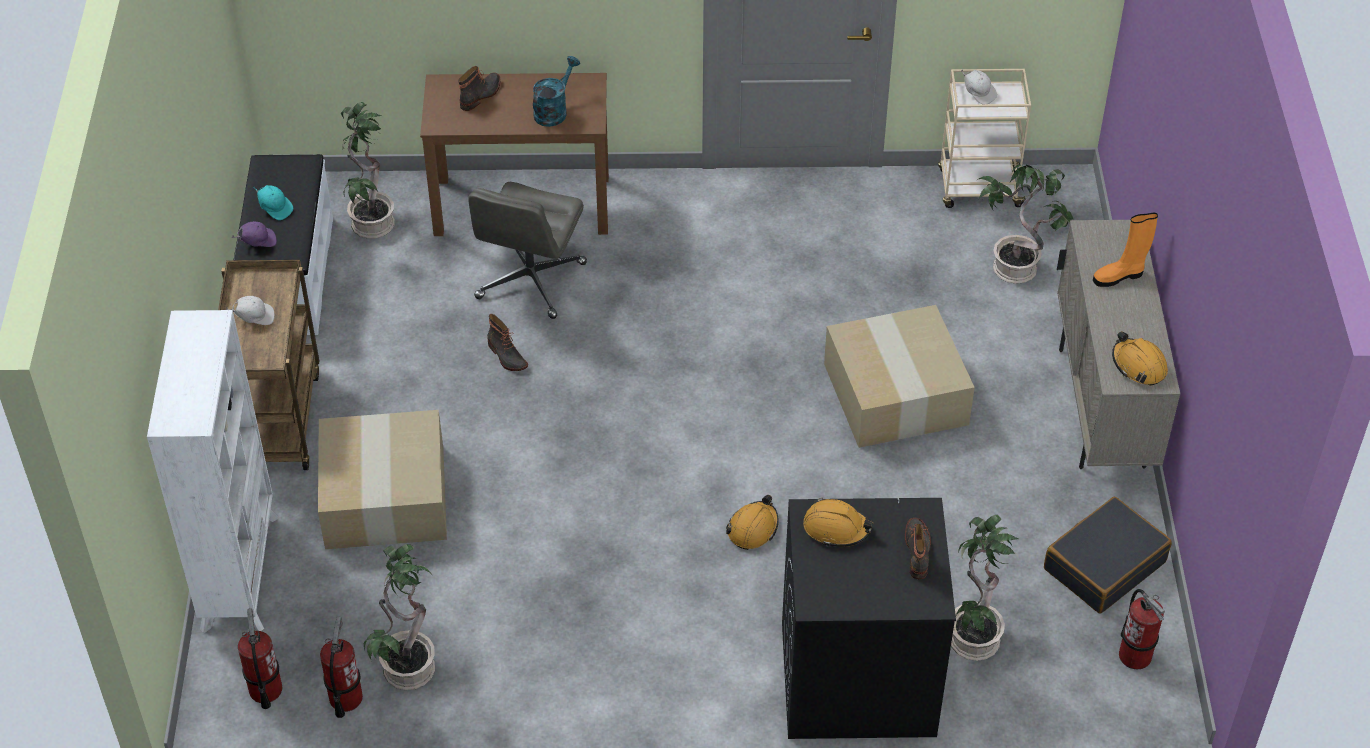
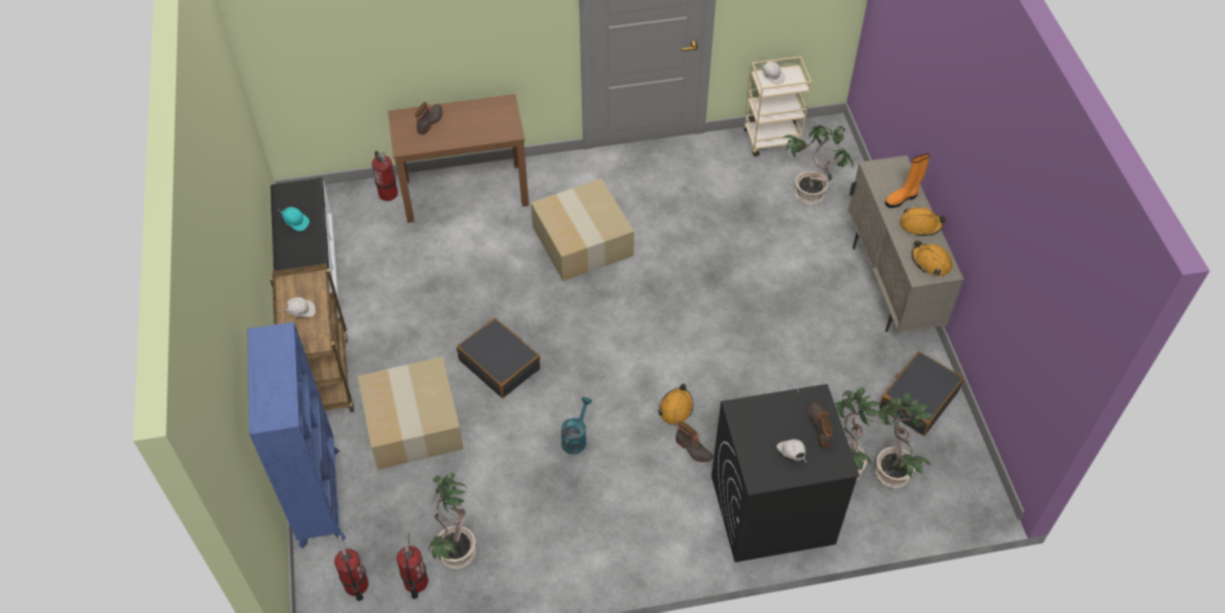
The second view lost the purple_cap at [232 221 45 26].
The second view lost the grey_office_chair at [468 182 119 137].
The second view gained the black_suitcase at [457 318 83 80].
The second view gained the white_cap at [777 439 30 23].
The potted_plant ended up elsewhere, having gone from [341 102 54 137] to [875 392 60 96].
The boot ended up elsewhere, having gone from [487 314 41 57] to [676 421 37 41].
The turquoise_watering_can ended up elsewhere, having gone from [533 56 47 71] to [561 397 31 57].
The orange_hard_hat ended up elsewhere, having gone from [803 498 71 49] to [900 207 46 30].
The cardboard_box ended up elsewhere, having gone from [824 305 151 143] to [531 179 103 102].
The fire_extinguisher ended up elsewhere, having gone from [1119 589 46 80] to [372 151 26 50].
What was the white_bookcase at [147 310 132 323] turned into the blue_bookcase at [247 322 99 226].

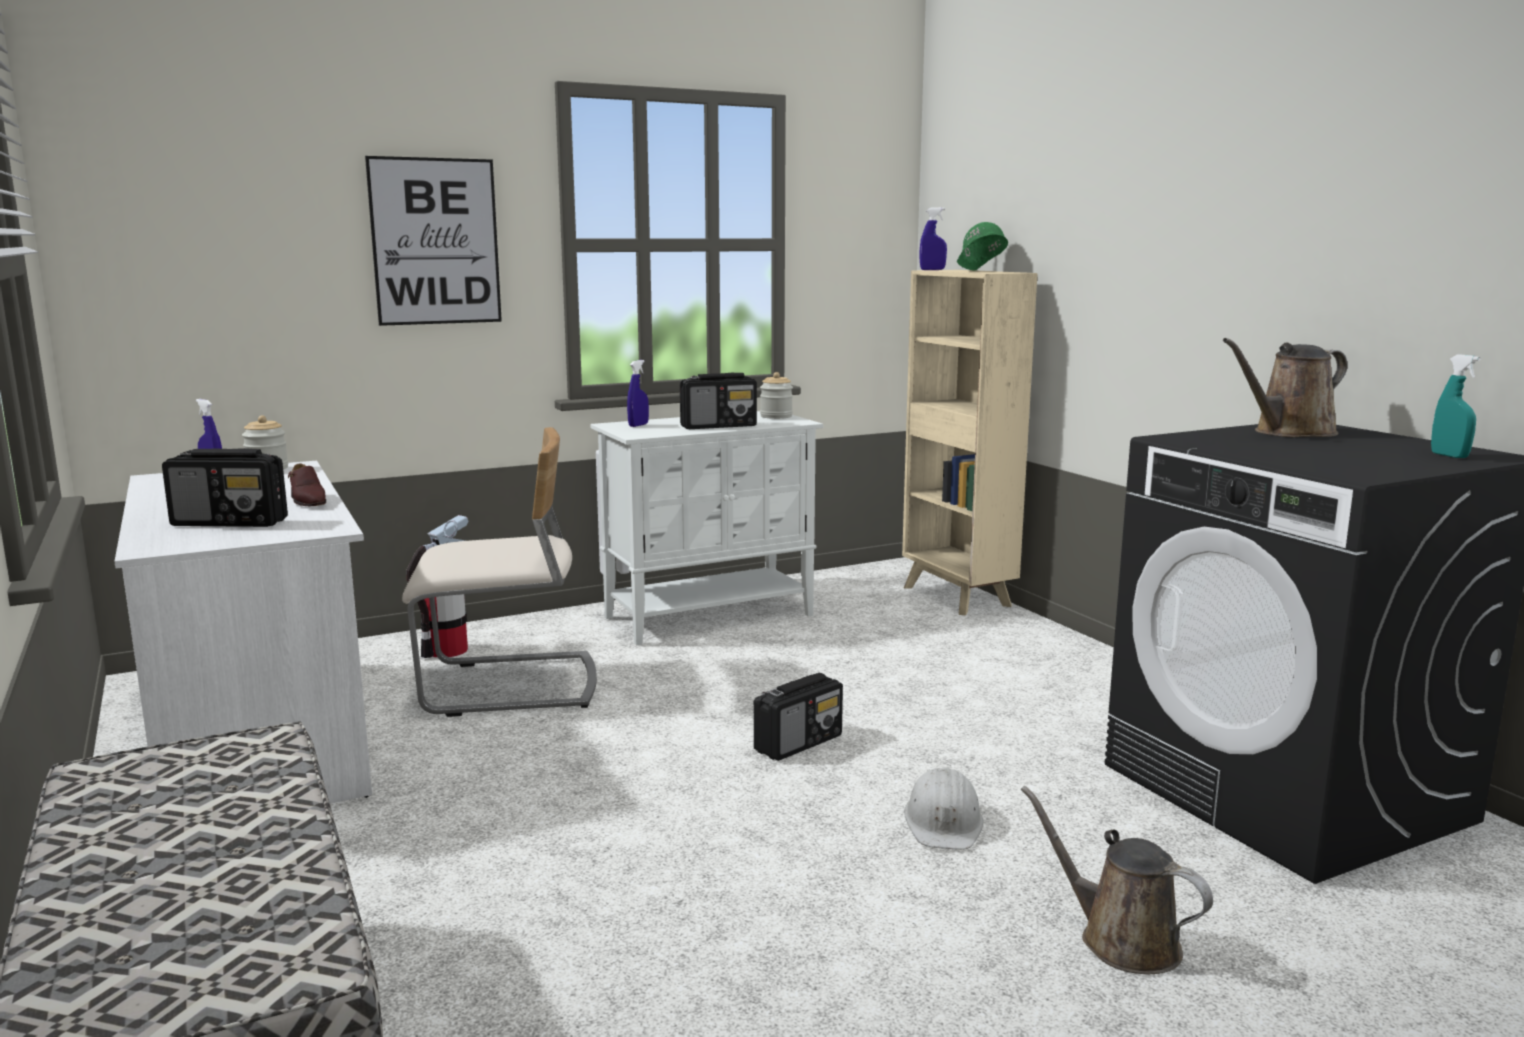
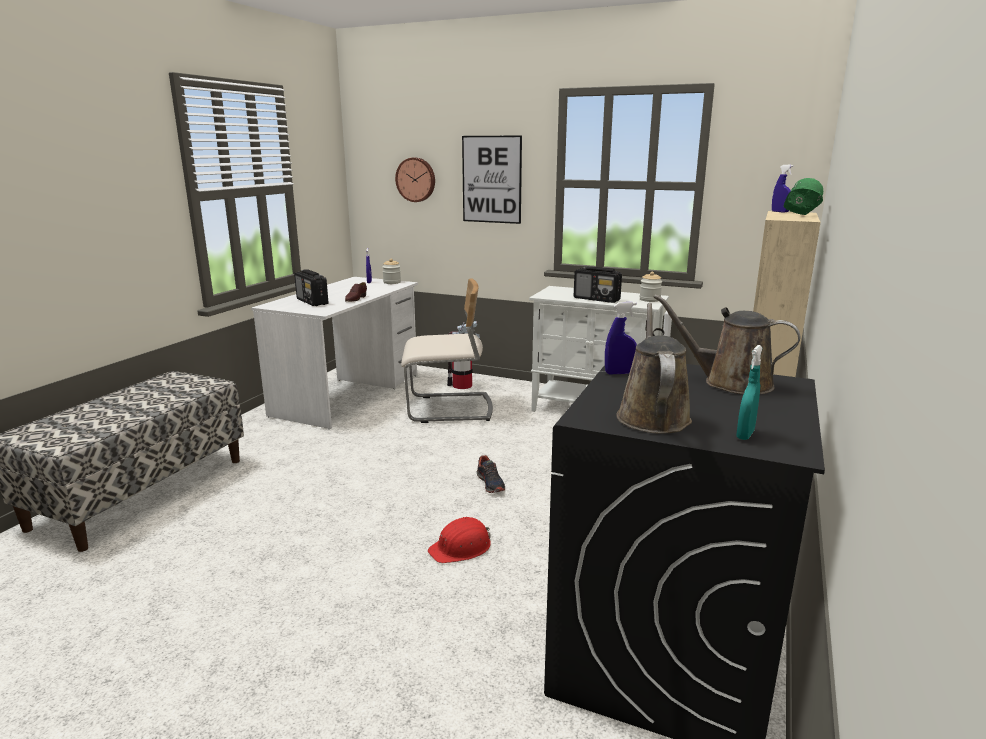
The second view gained the wall_clock at [395 158 40 44].
The blue_spray_bottle ended up elsewhere, having gone from [627 360 22 67] to [605 302 32 72].
The brown_watering_can ended up elsewhere, having gone from [1021 786 192 188] to [616 303 76 131].
Where the radio stood at [754 673 89 88], the shoe came to stand at [477 455 28 38].
What was the white_hard_hat at [904 767 79 83] turned into the red_hard_hat at [428 517 63 46].
The beige_chair at [402 427 195 290] ended up facing another way, 45 degrees counterclockwise from before.

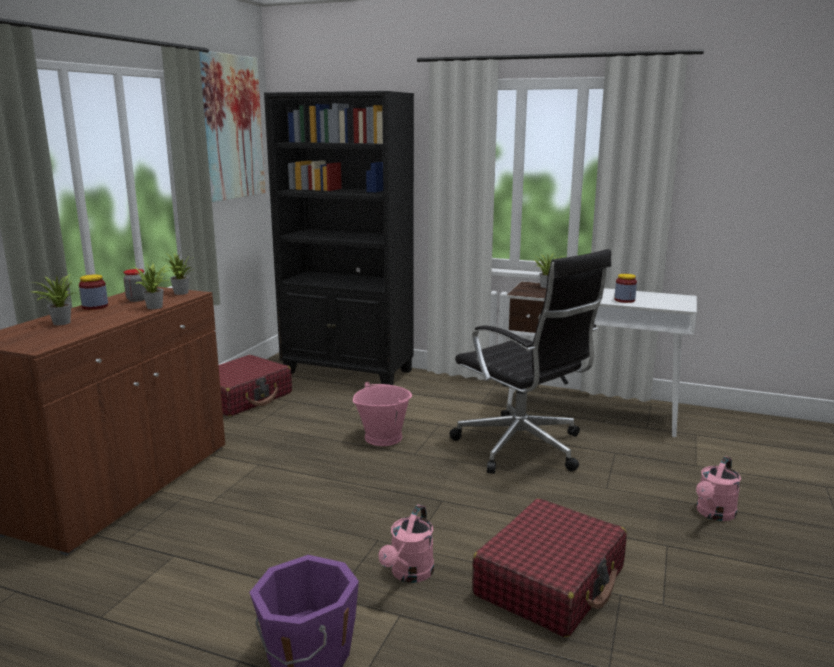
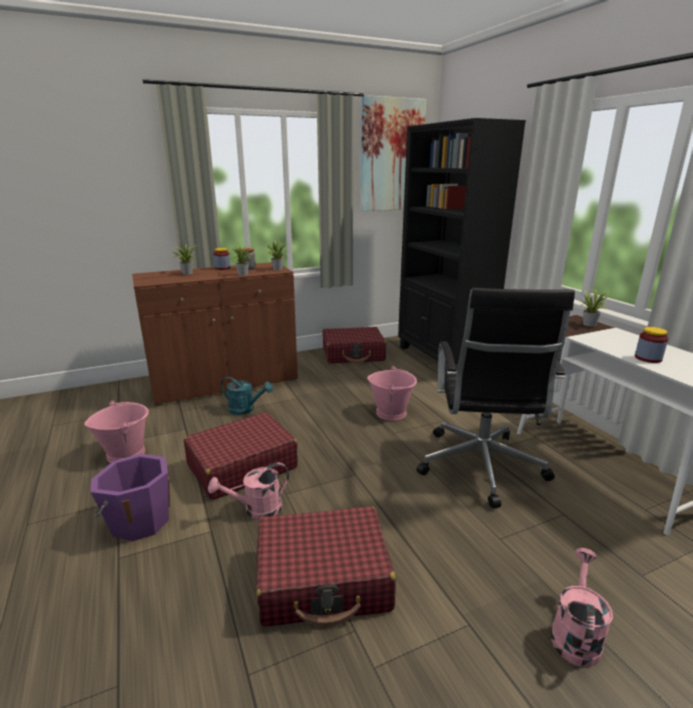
The second view gained the pink_bucket at [85 401 64 62].
The second view gained the red_suitcase at [184 412 114 88].
The second view gained the turquoise_watering_can at [221 377 52 38].
The pink_watering_can at [696 456 45 65] ended up facing another way, 120 degrees clockwise from before.

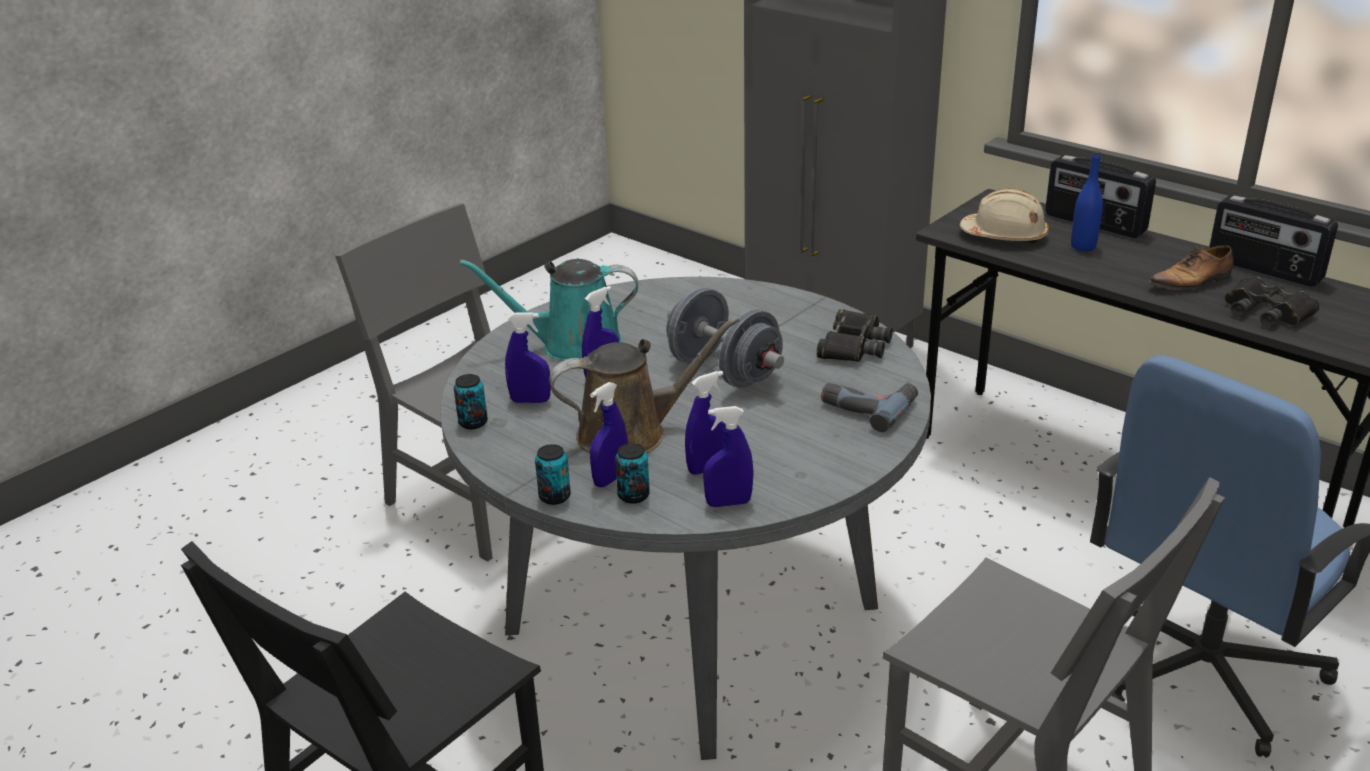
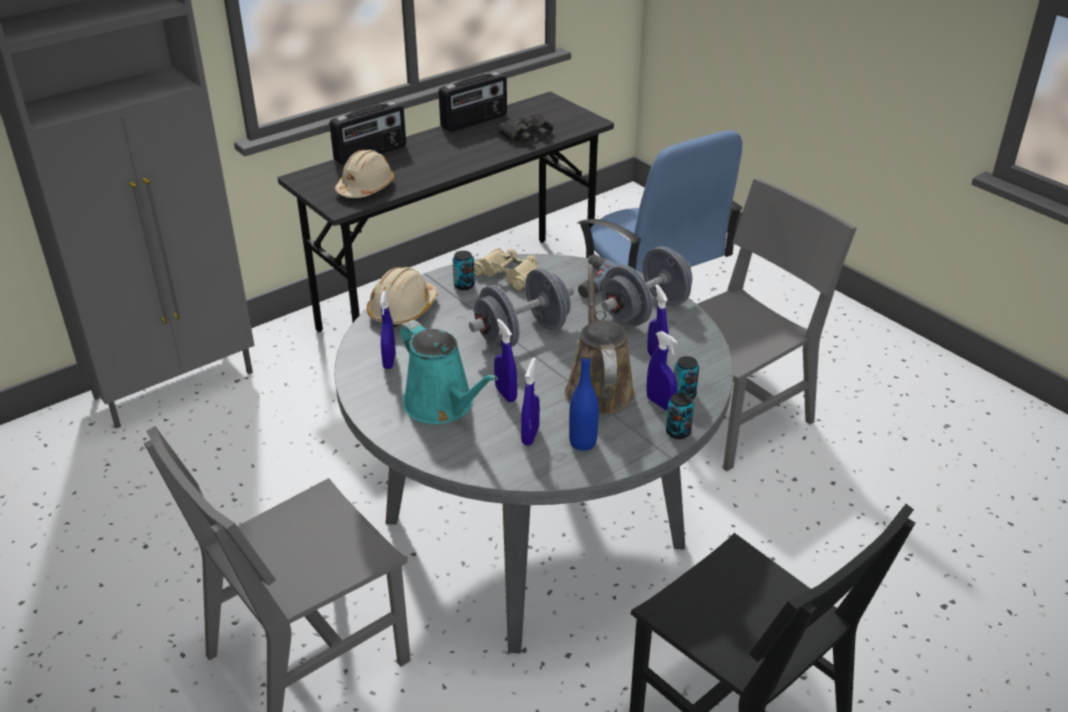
The second view lost the shoe at [1149 245 85 46].
The second view gained the beige_hard_hat at [367 267 71 60].
The second view gained the grey_dumbbell at [601 246 91 80].
The can ended up elsewhere, having gone from [454 374 34 55] to [453 251 22 39].
The blue_spray_bottle ended up elsewhere, having gone from [703 406 51 101] to [380 291 16 78].
The blue_bottle ended up elsewhere, having gone from [1071 151 32 100] to [569 353 30 98].
What was the black_binoculars at [816 309 77 53] turned into the beige_binoculars at [474 248 64 43].
The turquoise_watering_can at [459 259 179 101] ended up facing another way, 45 degrees counterclockwise from before.

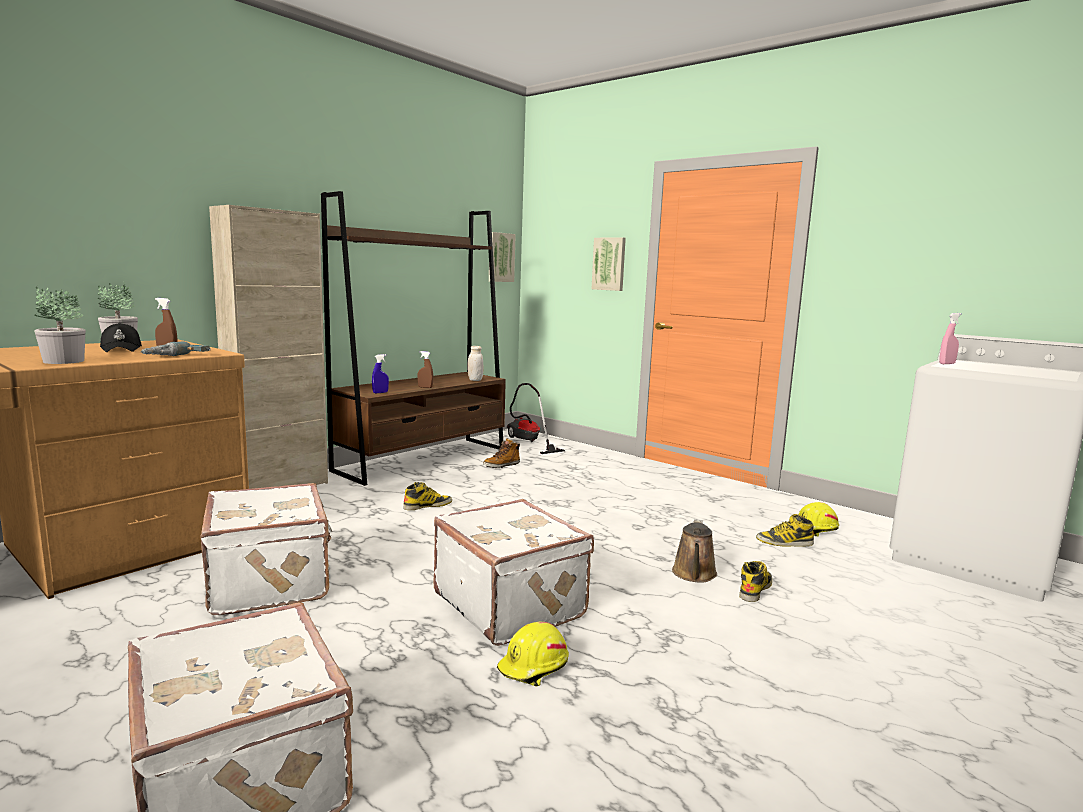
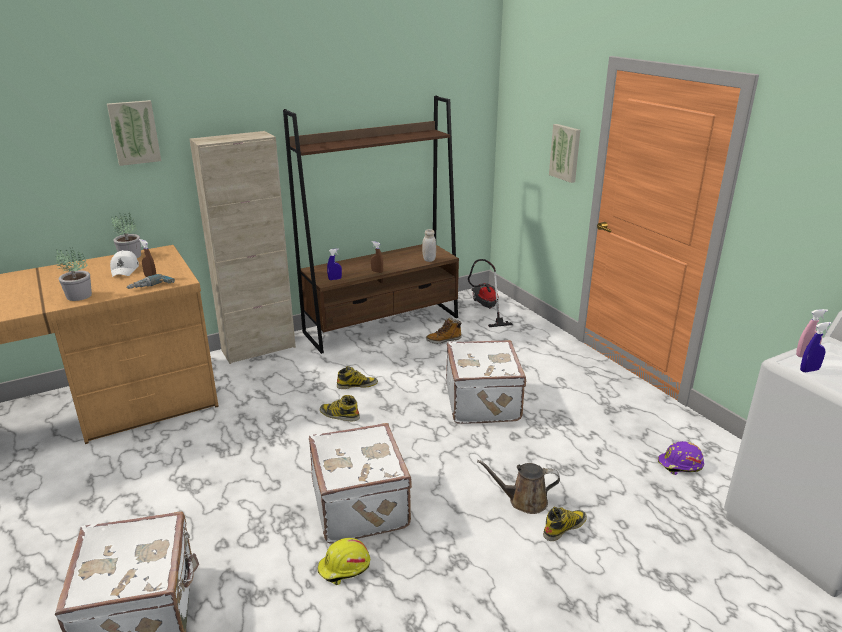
The second view gained the blue_spray_bottle at [800 322 32 50].
The white_suitcase ended up elsewhere, having gone from [200 483 132 132] to [446 340 80 84].
The picture ended up elsewhere, having gone from [489 232 27 50] to [107 100 54 66].
The boot ended up elsewhere, having gone from [756 514 58 33] to [320 395 40 27].
What was the black_cap at [100 323 42 29] turned into the white_cap at [110 250 29 27].
What was the yellow_hard_hat at [798 502 41 34] turned into the purple_hard_hat at [658 441 46 34].
The brown_watering_can at [672 520 45 63] ended up facing another way, 60 degrees clockwise from before.

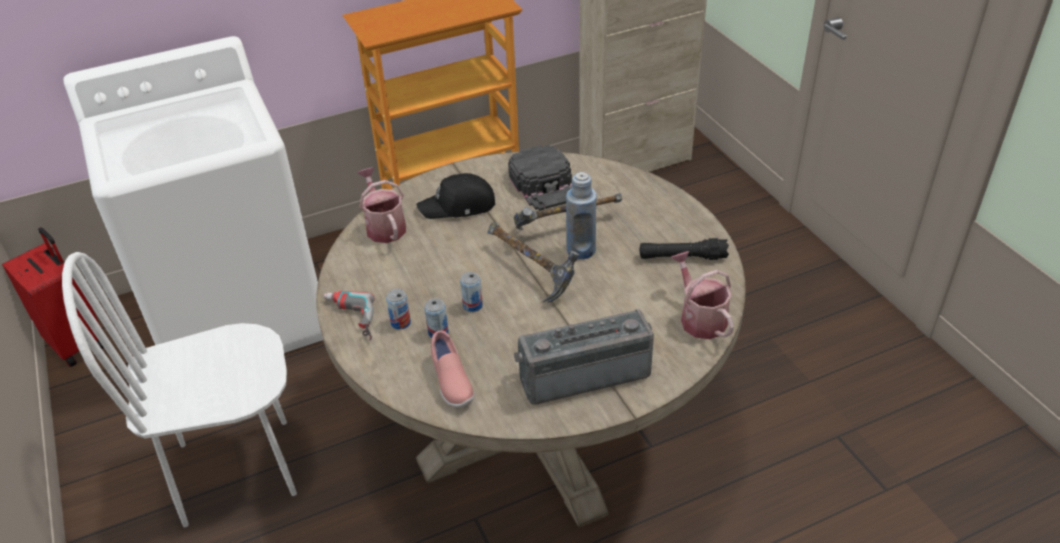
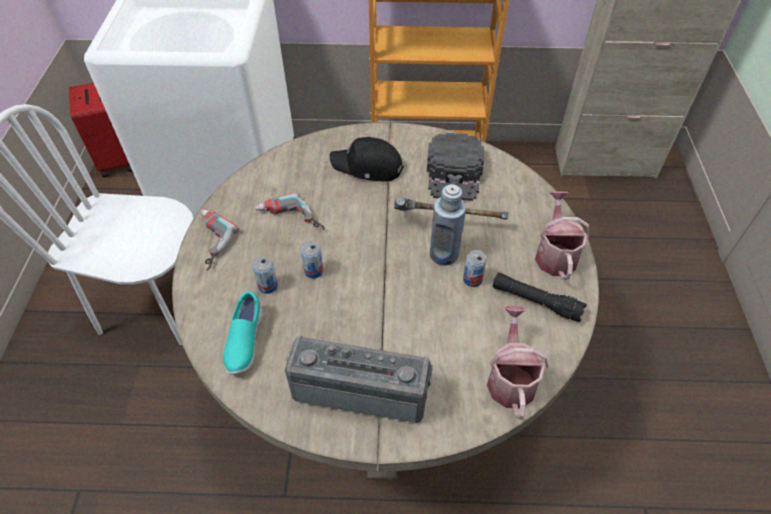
The second view lost the hammer at [487 222 92 81].
The second view gained the power_drill at [255 192 70 38].
The watering_can ended up elsewhere, having gone from [358 167 48 76] to [535 191 55 89].
The can ended up elsewhere, having gone from [386 289 25 40] to [463 250 24 37].
What was the pink_shoe at [431 330 43 77] turned into the turquoise_shoe at [223 291 40 84].

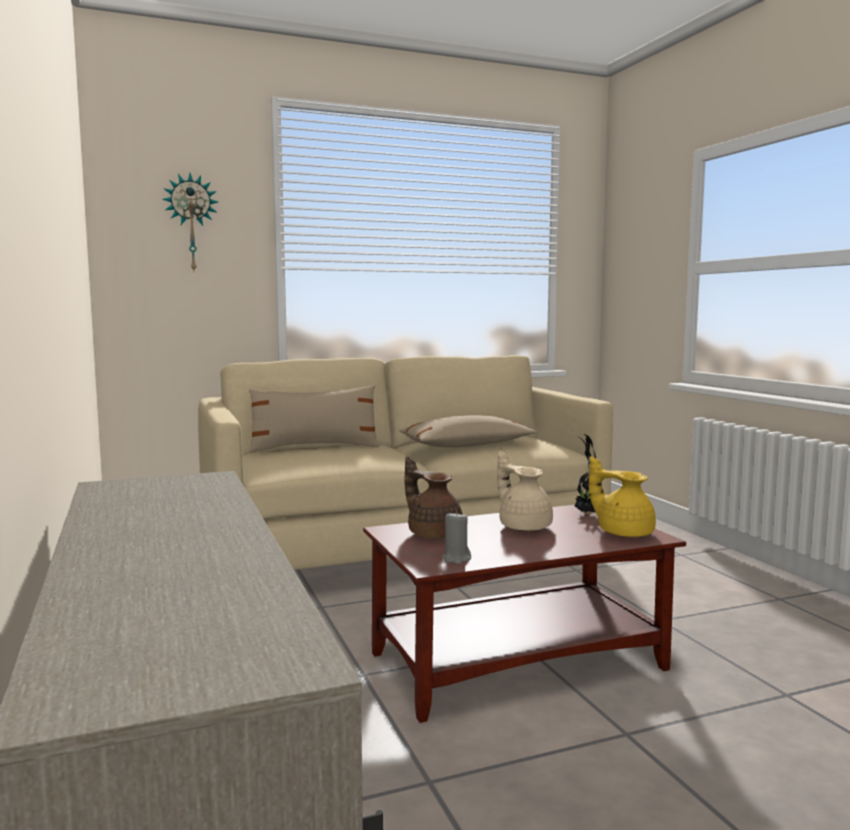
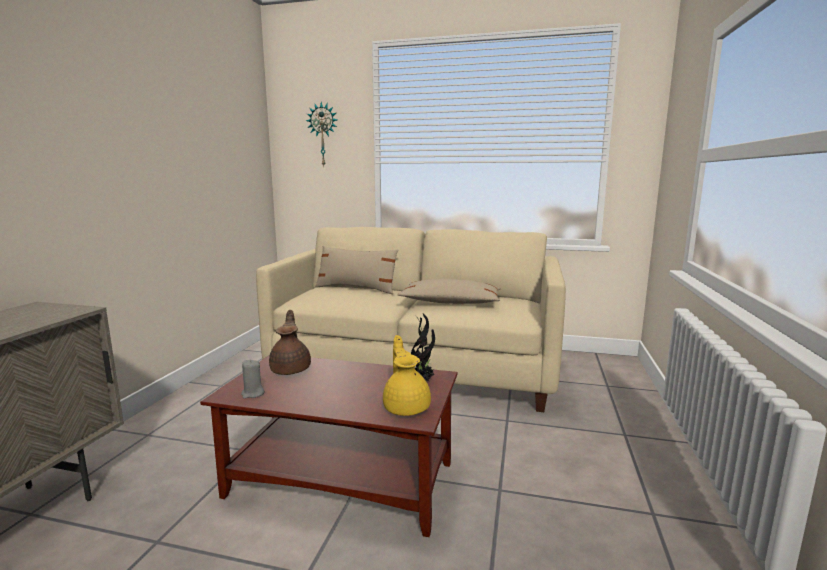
The second view lost the beige_teapot at [497 451 56 80].

